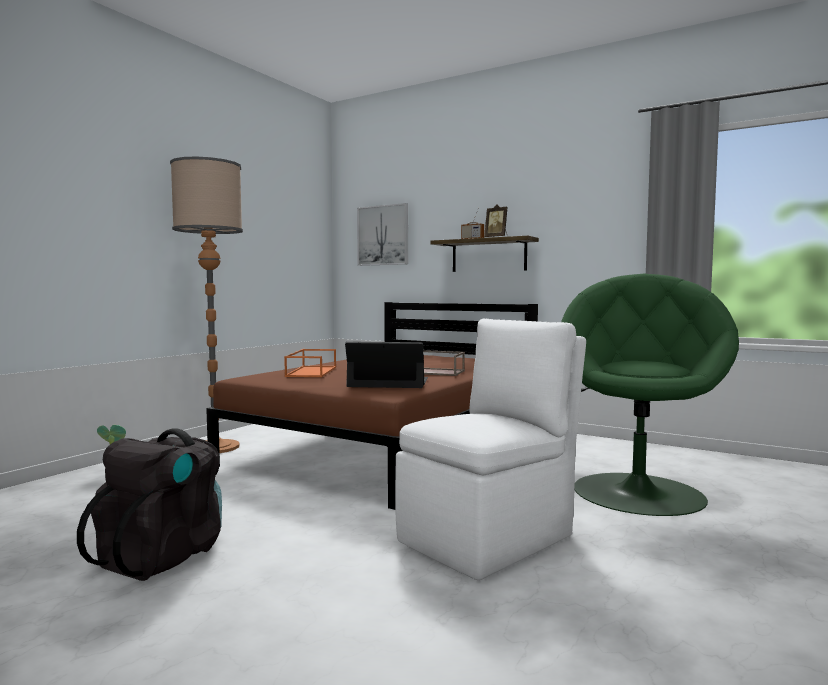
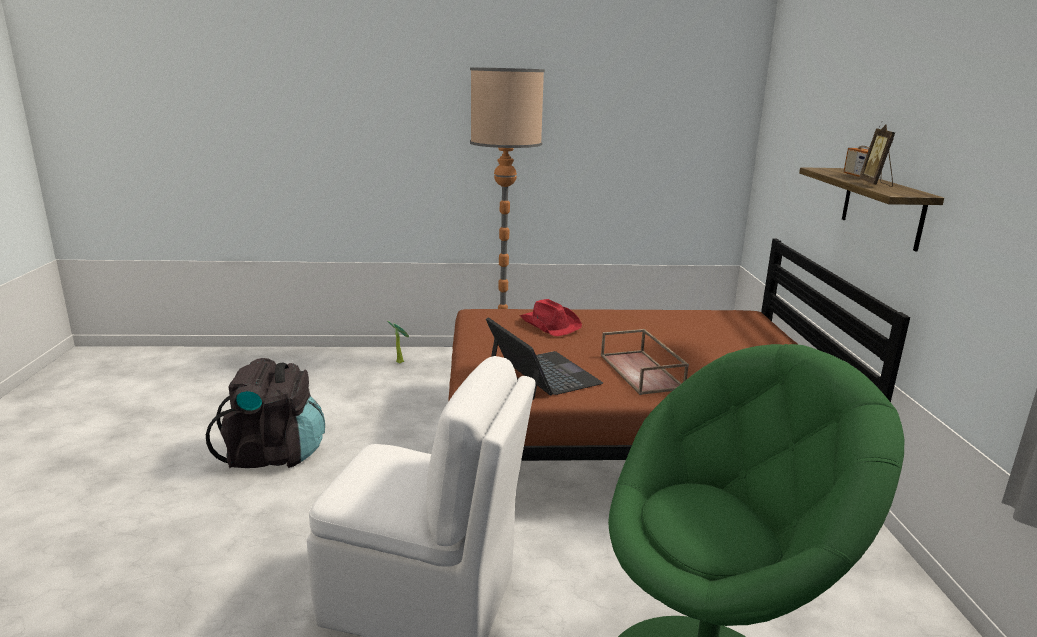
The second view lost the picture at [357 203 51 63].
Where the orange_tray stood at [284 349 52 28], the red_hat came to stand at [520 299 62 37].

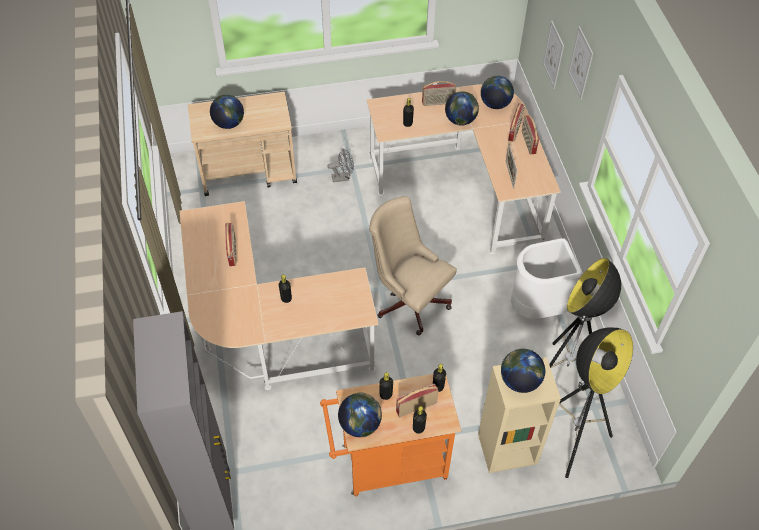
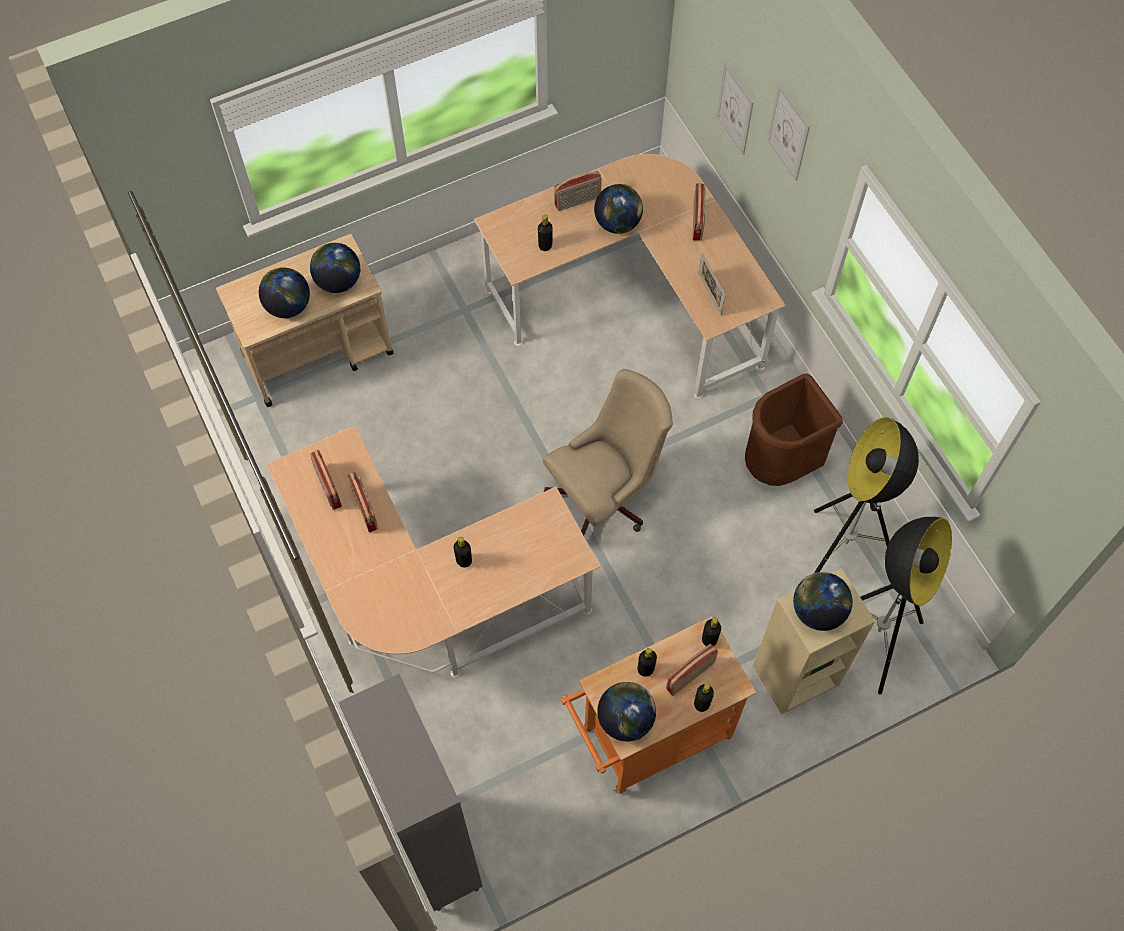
The second view lost the grey_fan at [328 148 26 34].
The globe ended up elsewhere, having gone from [481 76 33 33] to [310 243 51 50].
The radio ended up elsewhere, having gone from [522 115 17 39] to [310 450 32 60].
What was the white_trash_can at [511 238 71 81] turned into the brown_trash_can at [745 373 98 113].
The beige_office_chair at [369 196 88 139] ended up facing another way, 120 degrees clockwise from before.

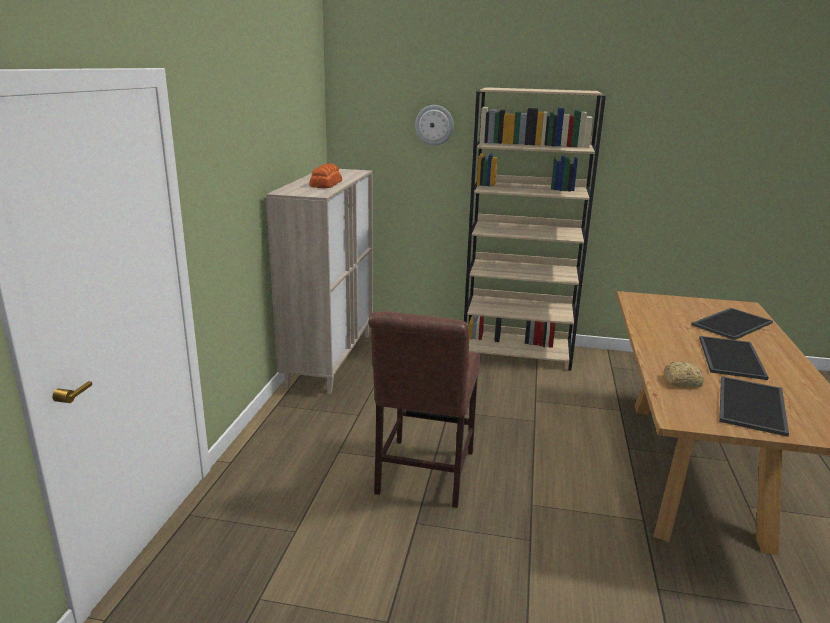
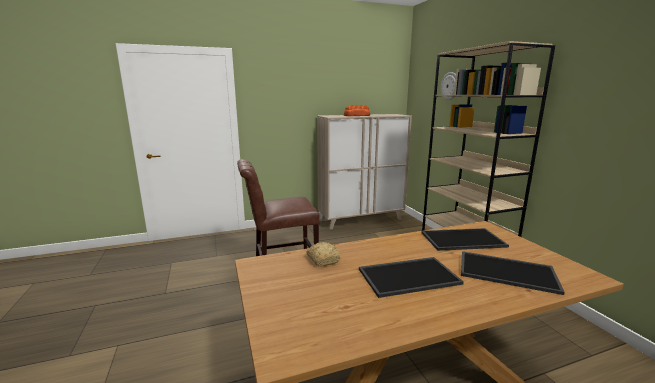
The tray ended up elsewhere, having gone from [719 376 70 61] to [421 228 88 23].

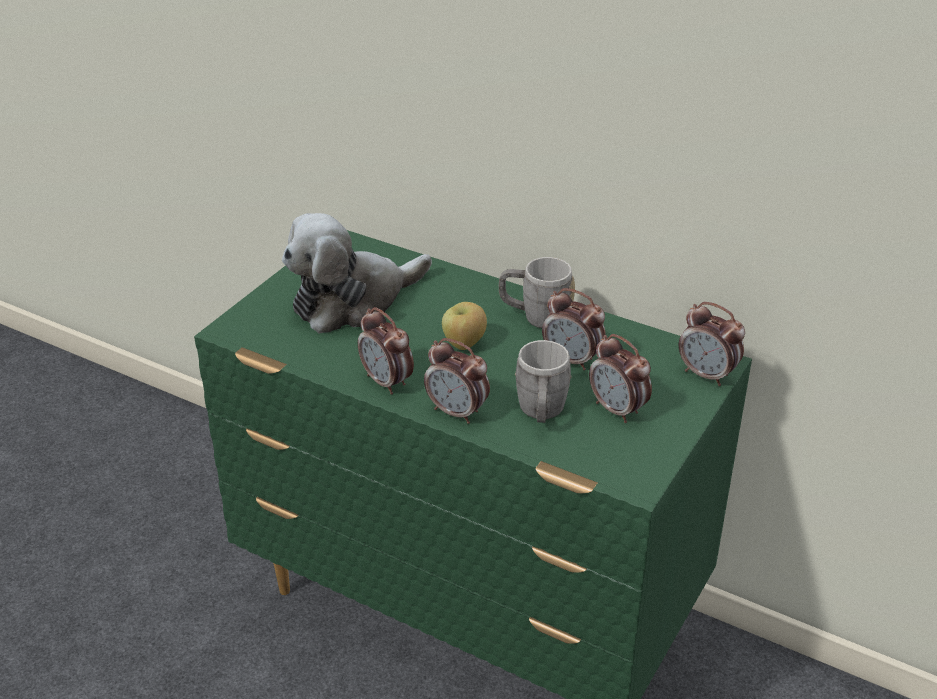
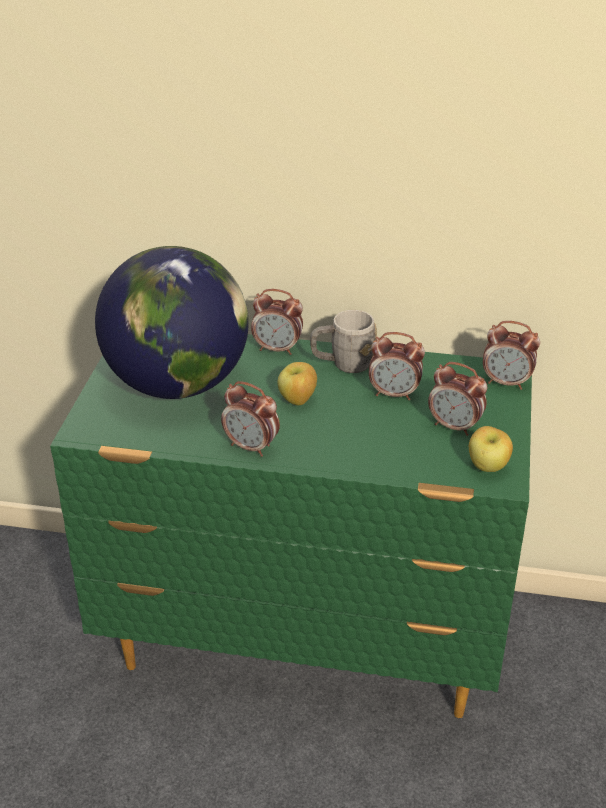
The second view lost the grey_mug at [515 340 57 83].
The second view gained the apple at [469 426 44 46].
The alarm_clock ended up elsewhere, having gone from [424 338 66 86] to [251 289 52 66].
Where the plush_toy stood at [282 213 150 120], the globe came to stand at [95 246 154 153].

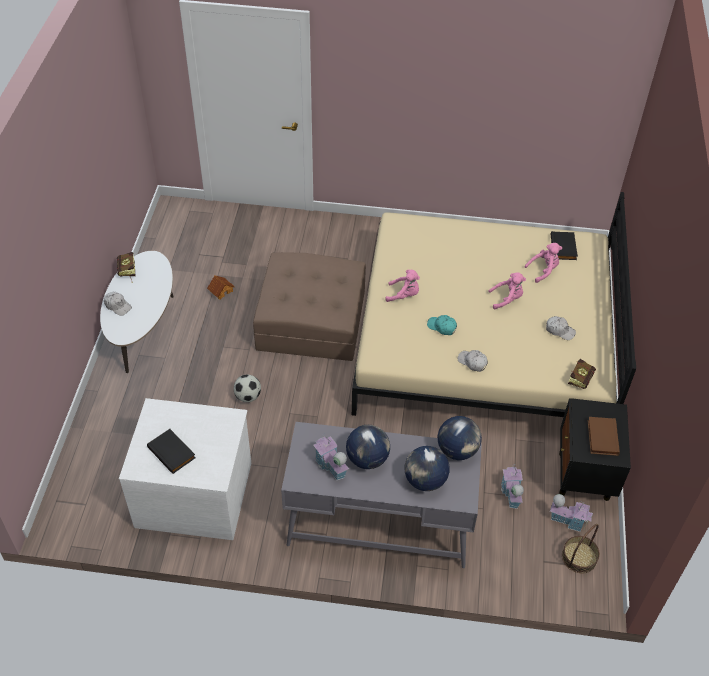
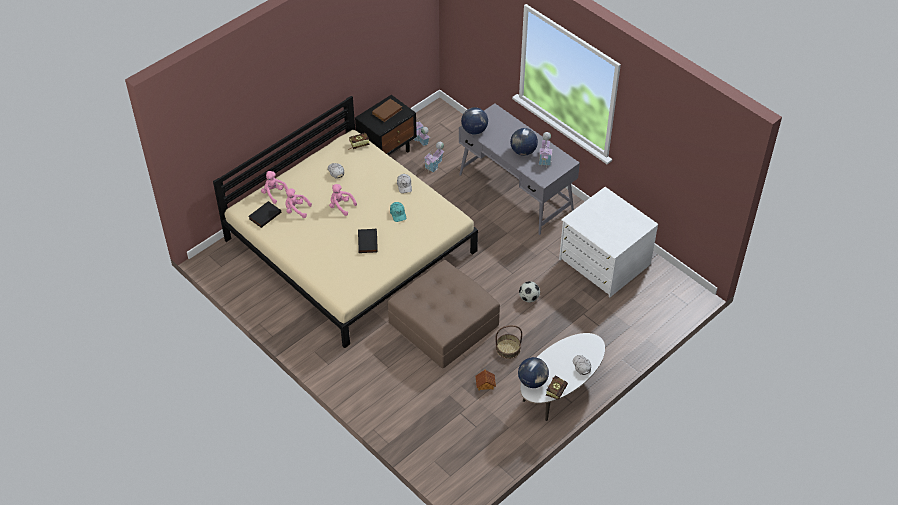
The black_book ended up elsewhere, having gone from [147 429 49 45] to [358 229 20 24].
The pink_plush_toy ended up elsewhere, having gone from [385 270 35 32] to [261 171 27 33].
The globe ended up elsewhere, having gone from [404 446 46 45] to [518 357 31 31].
The basket ended up elsewhere, having gone from [562 524 38 49] to [495 325 27 34].

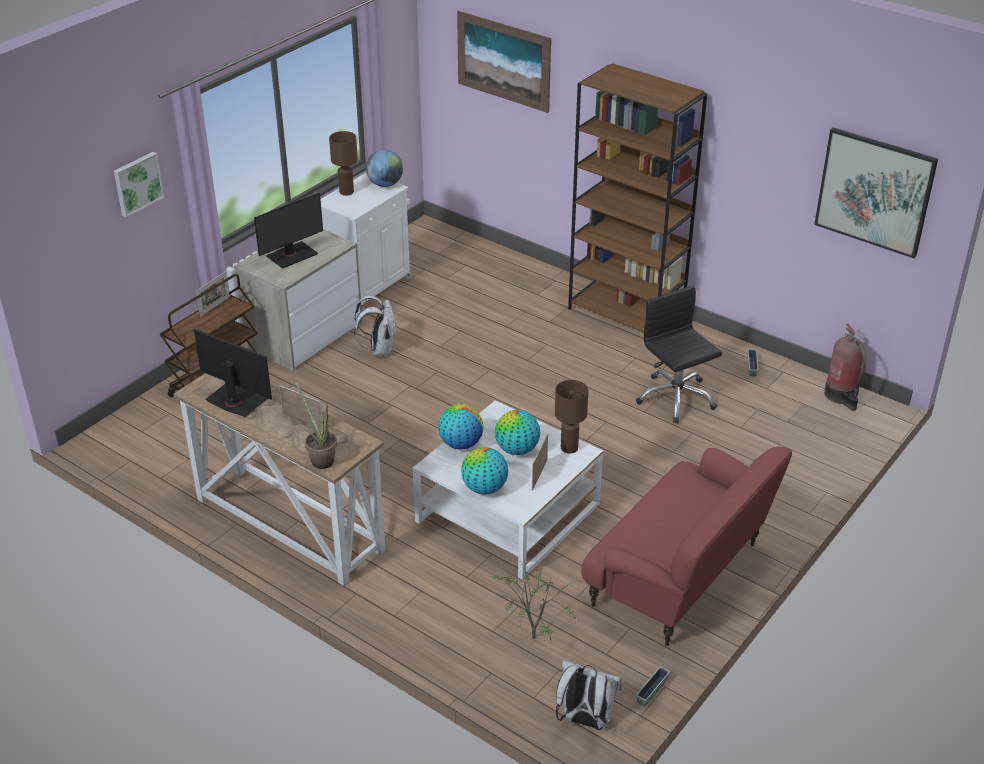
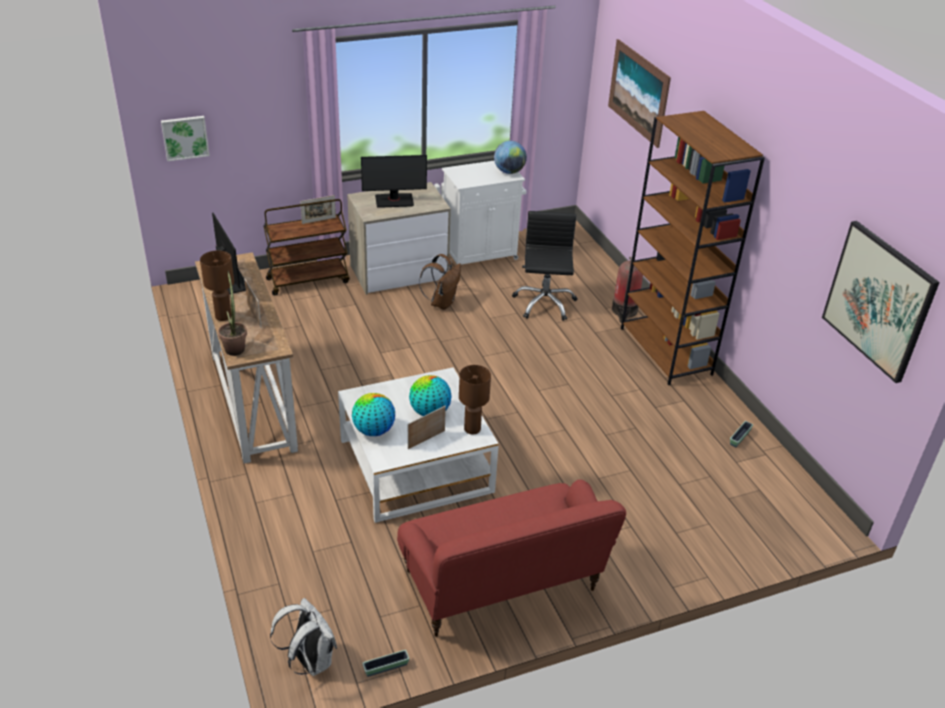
The second view lost the globe at [438 404 46 46].
The second view lost the potted_plant at [490 559 89 82].
The picture ended up elsewhere, having gone from [114 152 50 65] to [161 116 49 45].
The brown_table_lamp ended up elsewhere, having gone from [329 131 29 65] to [200 250 34 71].
The black_office_chair ended up elsewhere, having gone from [636 285 86 139] to [512 211 66 110].
The fire_extinguisher ended up elsewhere, having gone from [824 323 42 88] to [612 257 31 66].
What was the white_backpack at [354 296 41 60] turned into the brown_backpack at [419 254 42 56].

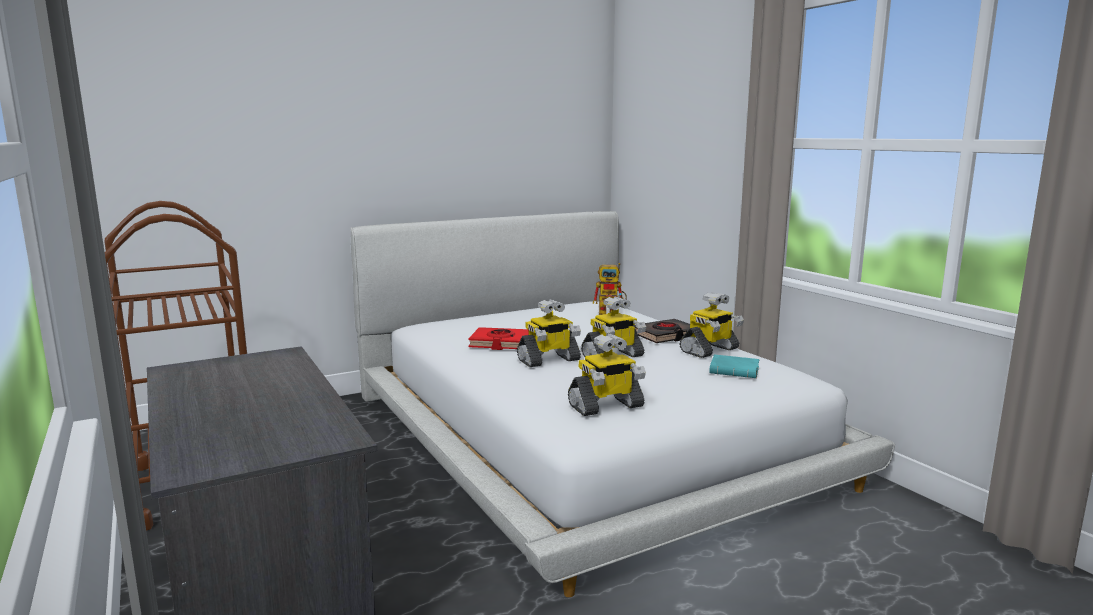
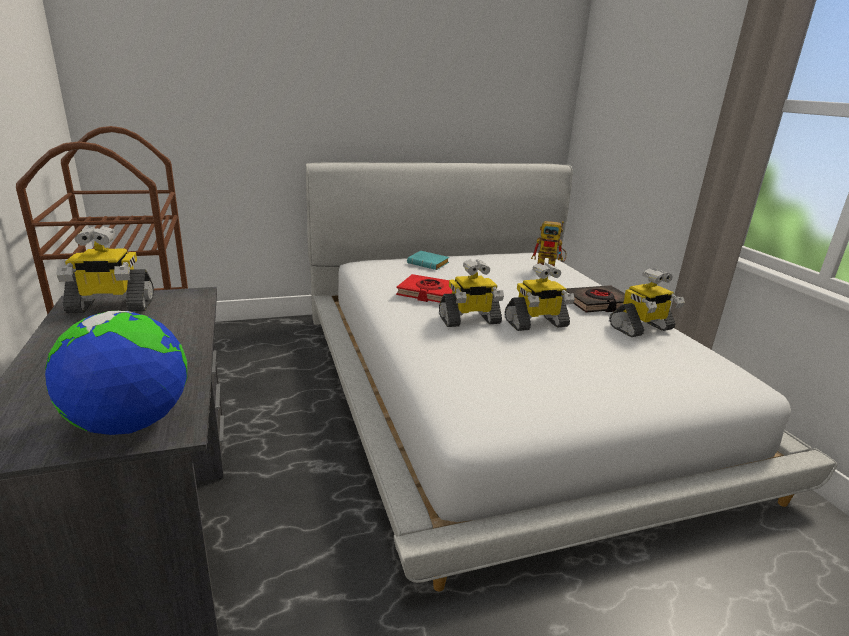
The second view gained the globe at [45 311 142 124].
The toy_robot ended up elsewhere, having gone from [568 333 78 83] to [56 226 98 87].
The turquoise_book ended up elsewhere, having gone from [709 355 50 23] to [407 251 42 19].

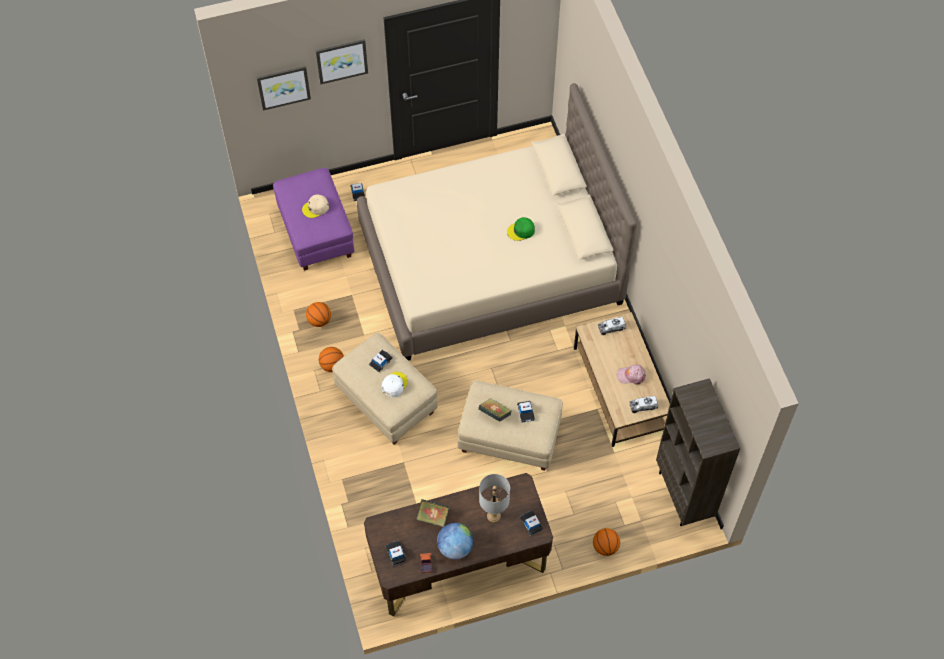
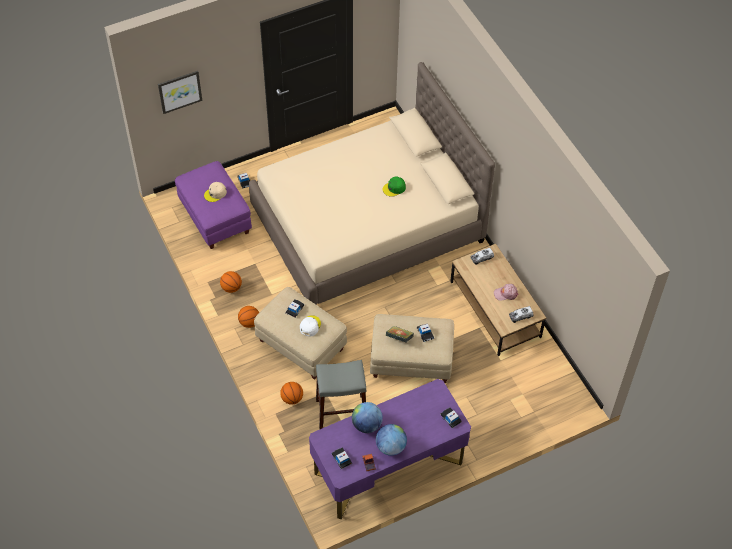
The second view lost the picture at [316 39 52 46].
The second view lost the grey_table_lamp at [479 474 31 49].
The second view lost the brown_bookcase at [656 378 84 148].
The second view gained the grey_stool at [316 360 50 69].
The basketball ended up elsewhere, having gone from [593 528 27 28] to [280 382 23 23].
Where the book stood at [416 499 33 28], the globe came to stand at [352 402 31 31].
What was the brown_desk at [364 473 189 144] turned into the purple_desk at [309 379 162 140].

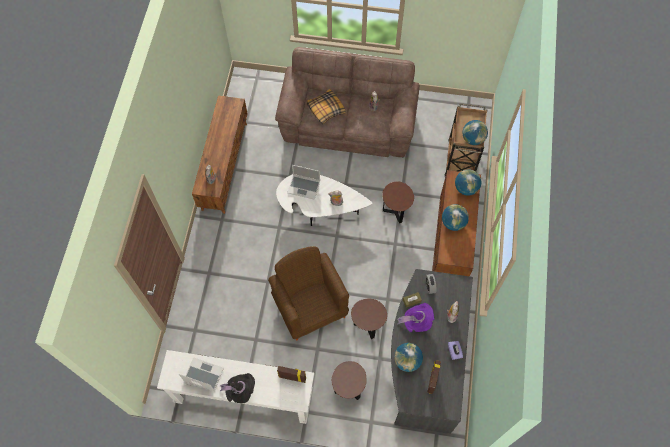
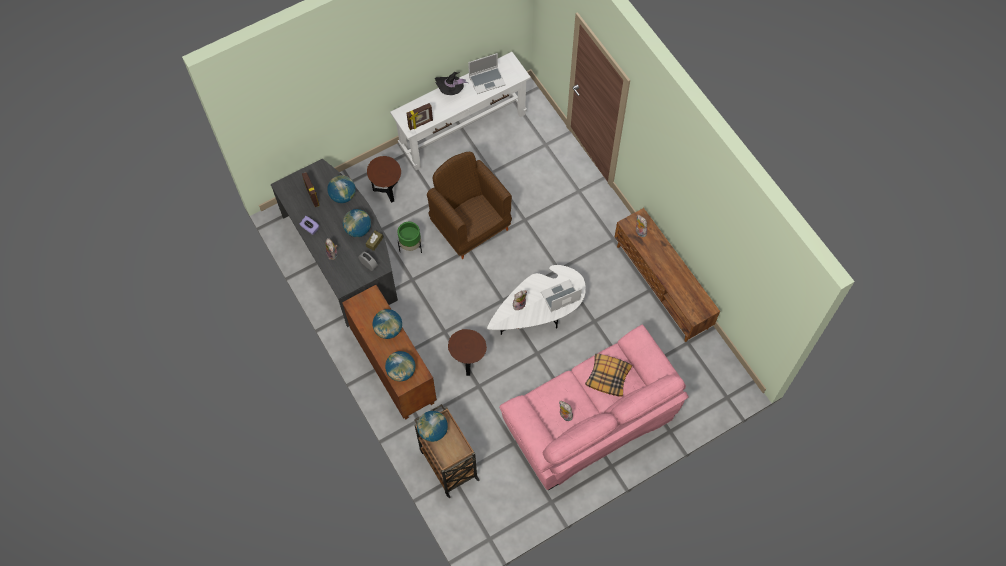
Where the brown_side_table stood at [351 298 36 41], the green_planter came to stand at [398 222 24 31].
Where the purple_hat stood at [397 303 38 29], the globe came to stand at [343 209 28 28].
What was the brown_sofa at [275 47 145 111] turned into the pink_sofa at [499 325 190 165].
The brown_armchair at [268 246 81 94] ended up facing another way, 150 degrees counterclockwise from before.

